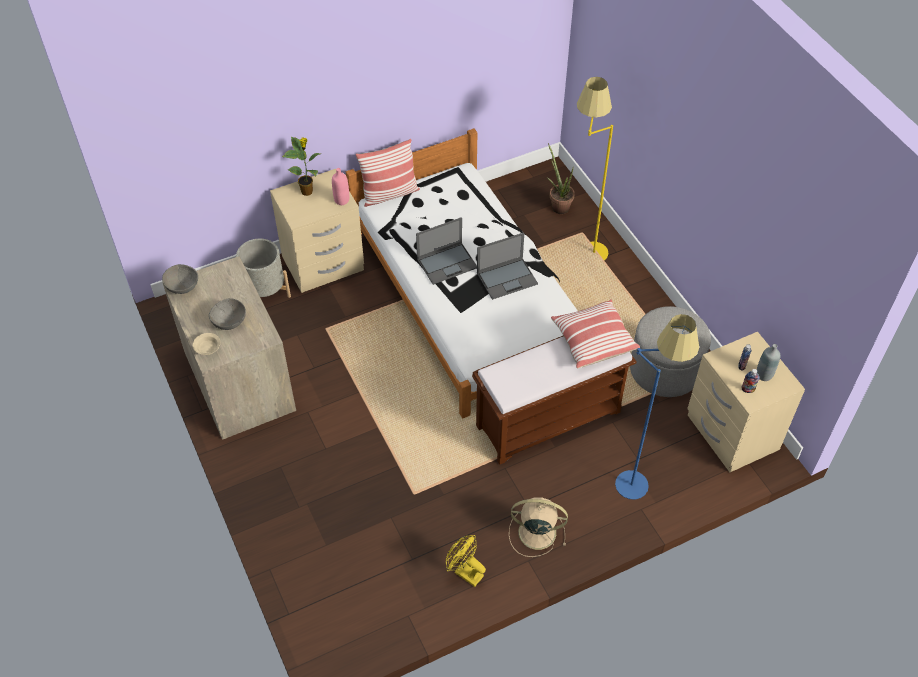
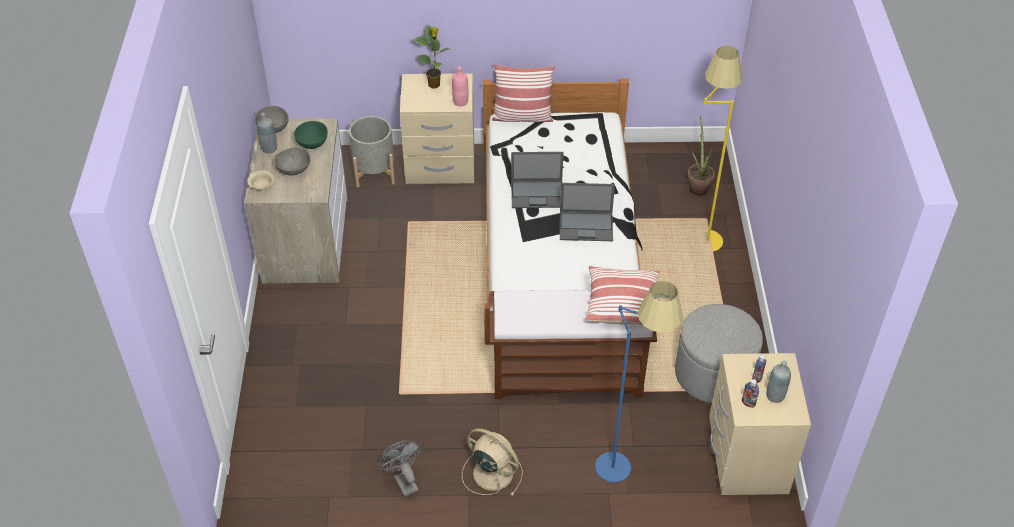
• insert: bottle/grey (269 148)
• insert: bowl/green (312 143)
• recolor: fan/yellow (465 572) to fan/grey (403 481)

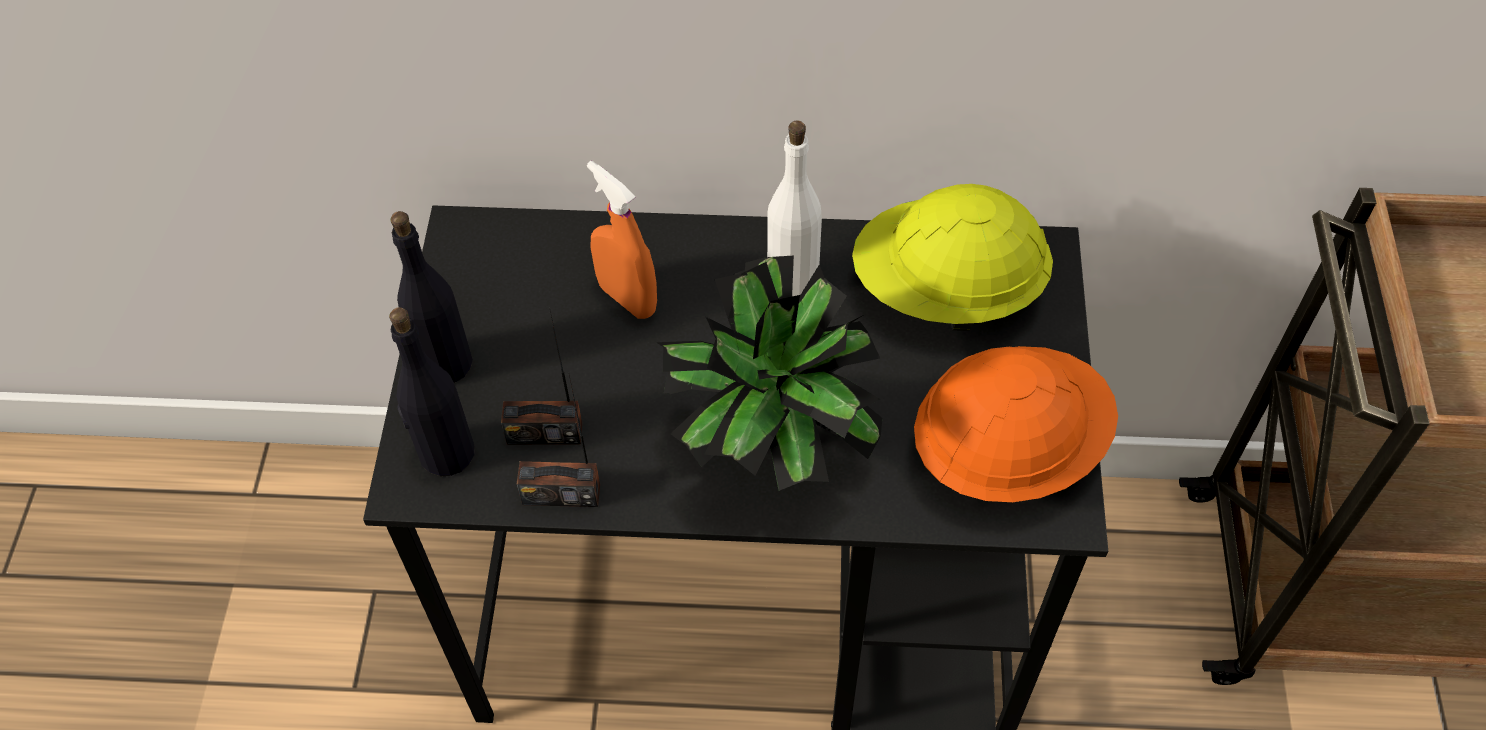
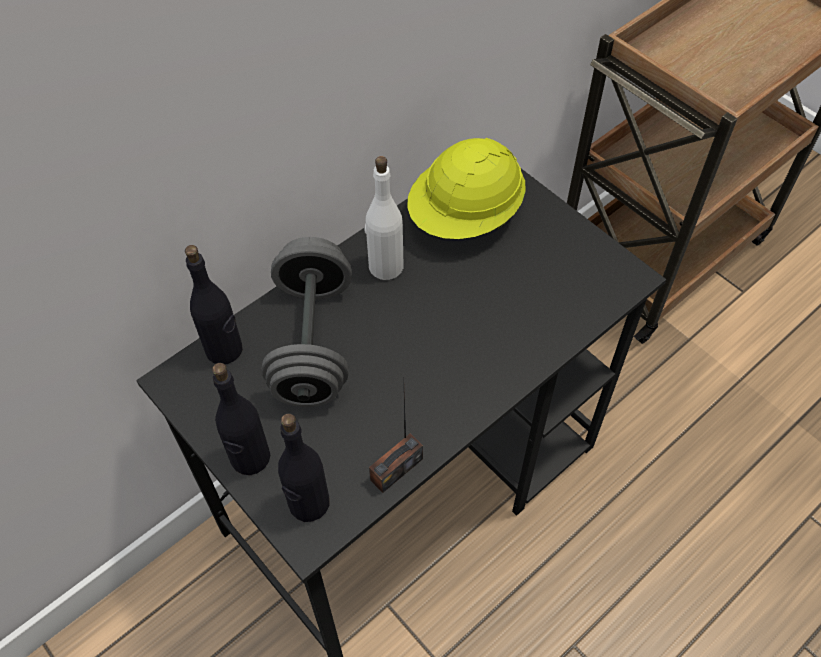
• delete: radio (544 433)
• delete: potted plant (771 453)
• delete: hard hat/orange (1007 449)
• insert: bottle/black (224 350)
• replace: spray bottle/orange (627 299) to dumbbell/grey (312 342)

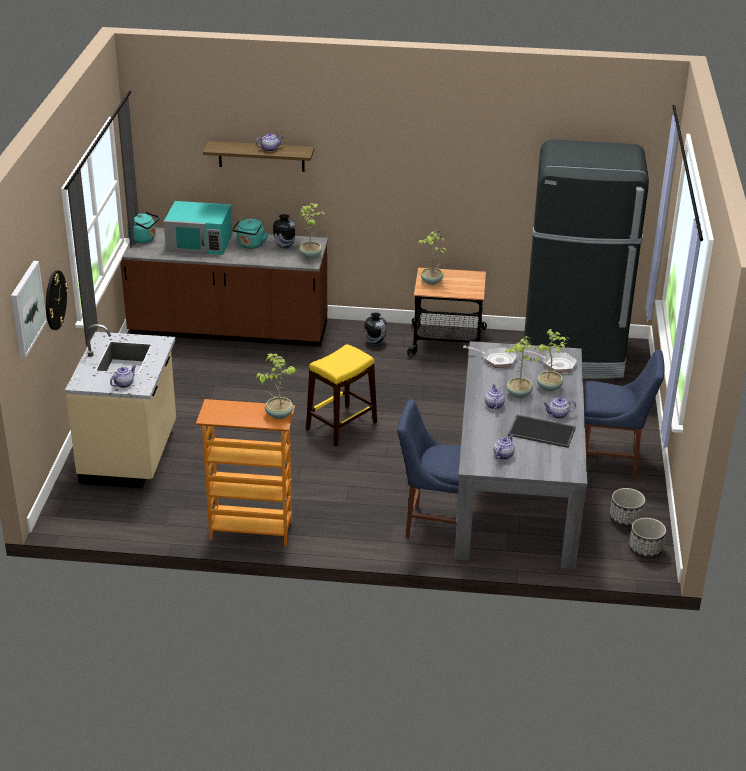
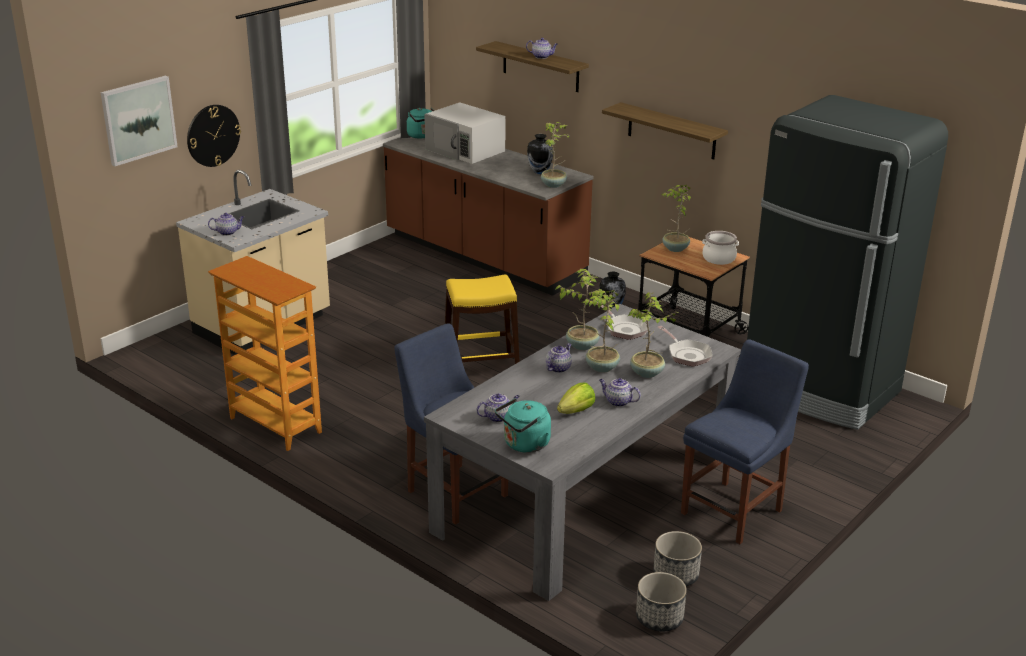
• insert: shelf (671 131)
• insert: cooking pot (719 259)
• move: kettle/turquoise (250 245) to (524 445)
• move: potted plant (278 414) to (581 345)
• replace: tray (542 431) to lettuce (576 411)
• recolor: microwave/turquoise (200 243) to microwave/white (465 150)
• rotate: chair/blue (612 462) = (735 510) 90 degrees counterclockwise

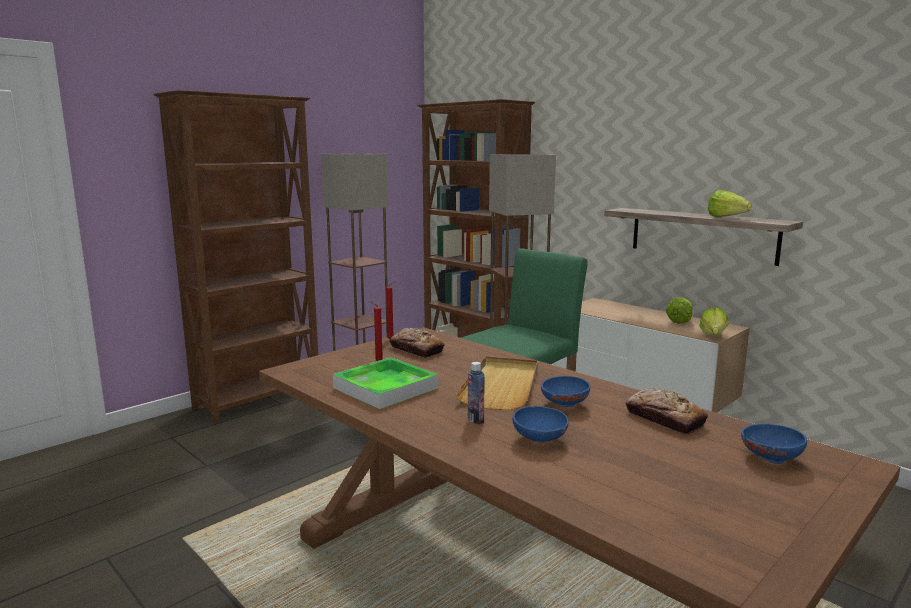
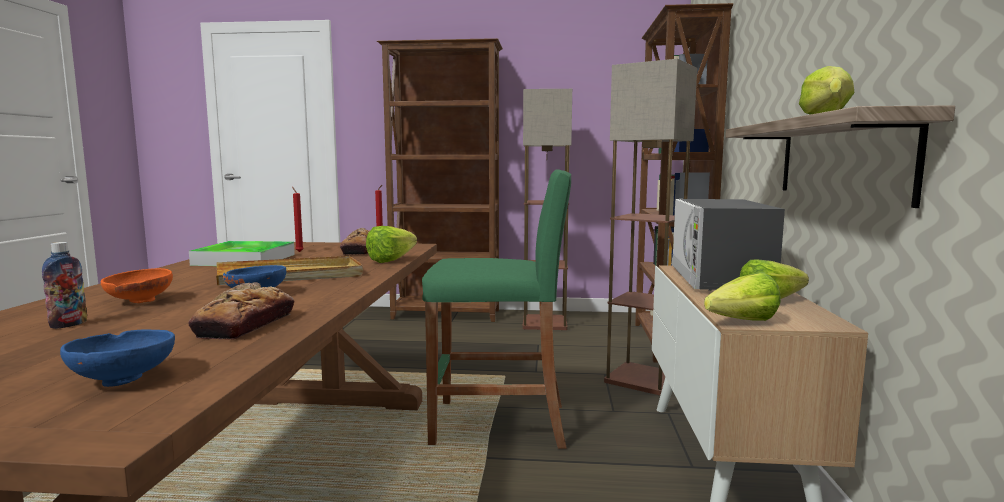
• insert: lettuce (396 260)
• insert: microwave (719 279)
• move: bottle (475 420) to (68 324)
• recolor: bowl/blue (539 440) to bowl/orange (138 301)

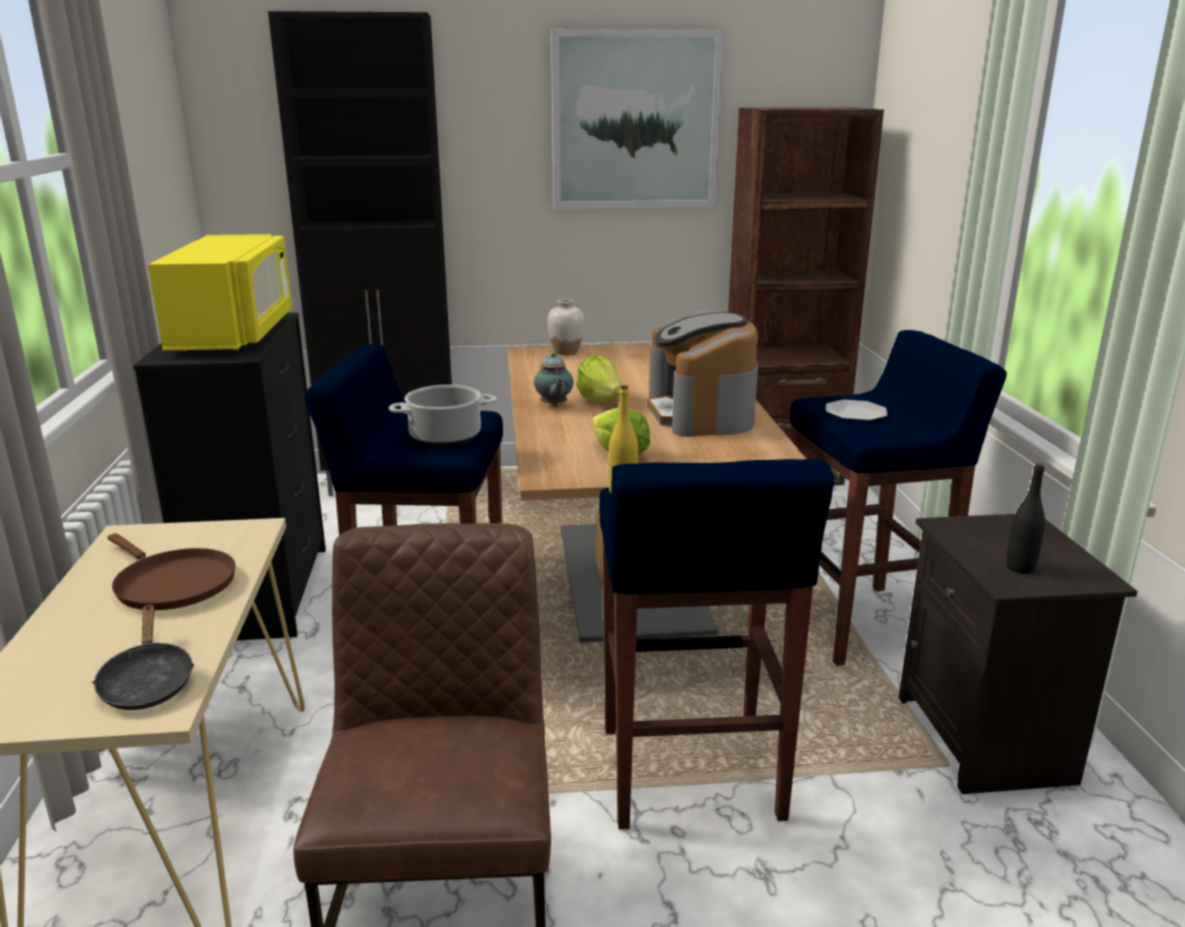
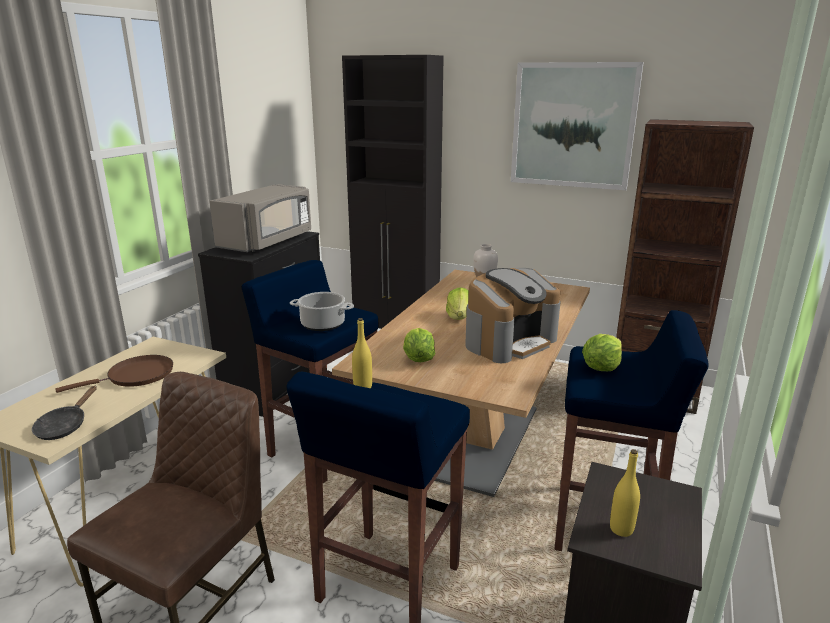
• delete: teapot (554 406)
• replace: plate (855 413) to lettuce (601 367)
• recolor: microwave/yellow (234 334) to microwave/grey (268 242)
• recolor: bottle/black (1020 568) to bottle/yellow (621 529)
• rotate: frying pan/brown (171 583) = (136 376) 105 degrees counterclockwise
• rotate: coffee machine (701 414) = (509 341) 150 degrees counterclockwise

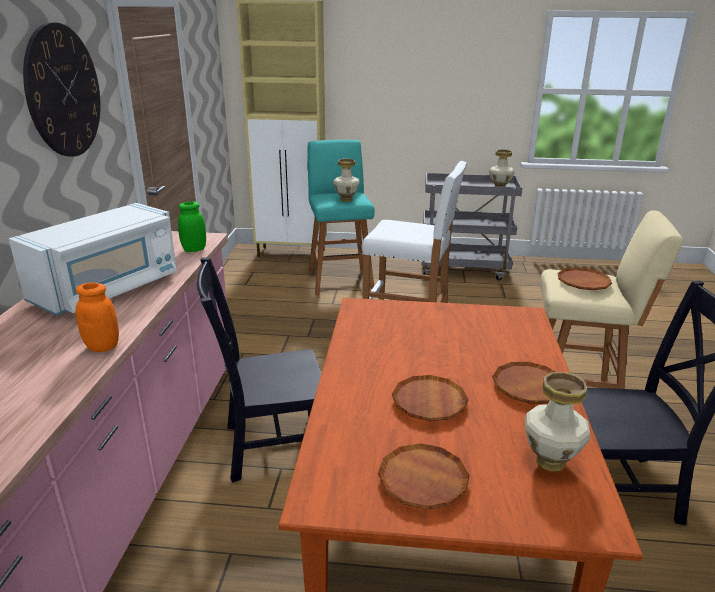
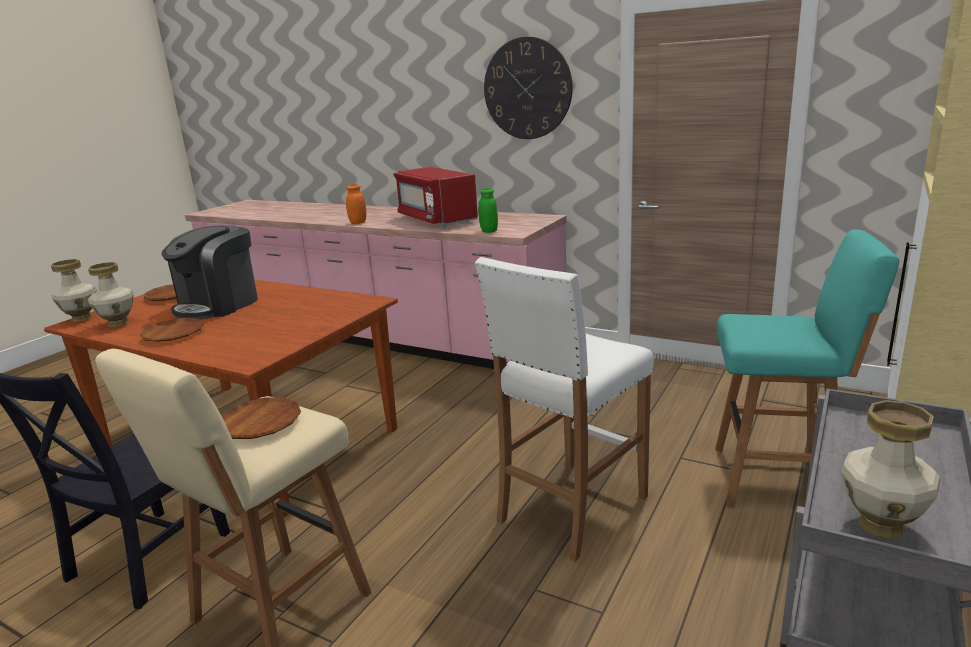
• delete: chair/black (270 446)
• move: vase (346 199) to (81 318)
• replace: plate/brown (429 402) to coffee machine (218 305)
• recolor: microwave/white (108 289) to microwave/red (436 219)

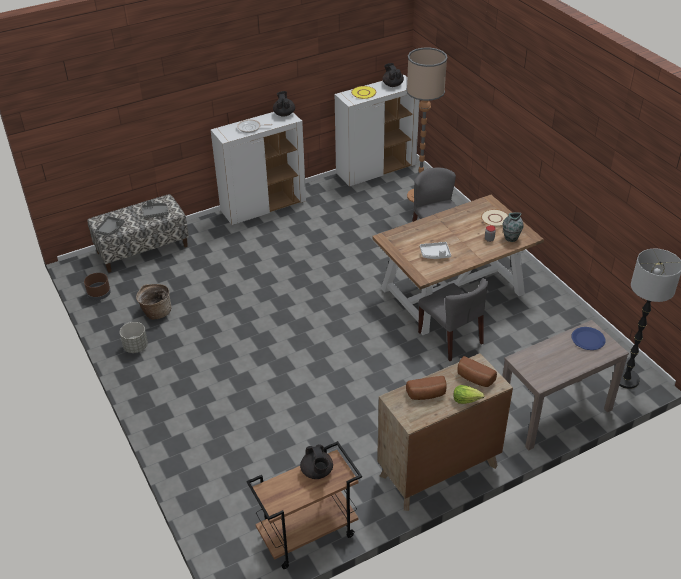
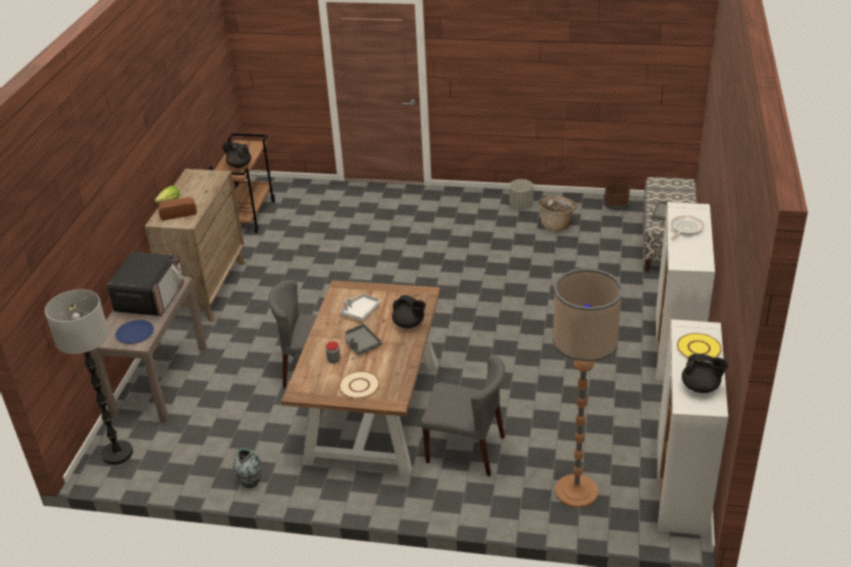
• delete: bread (427 395)
• insert: microwave (150 298)
• move: tray/grey (110 229) to (361 344)
• move: teapot/black (284 114) to (409 324)
• move: vase (510 238) to (250 481)

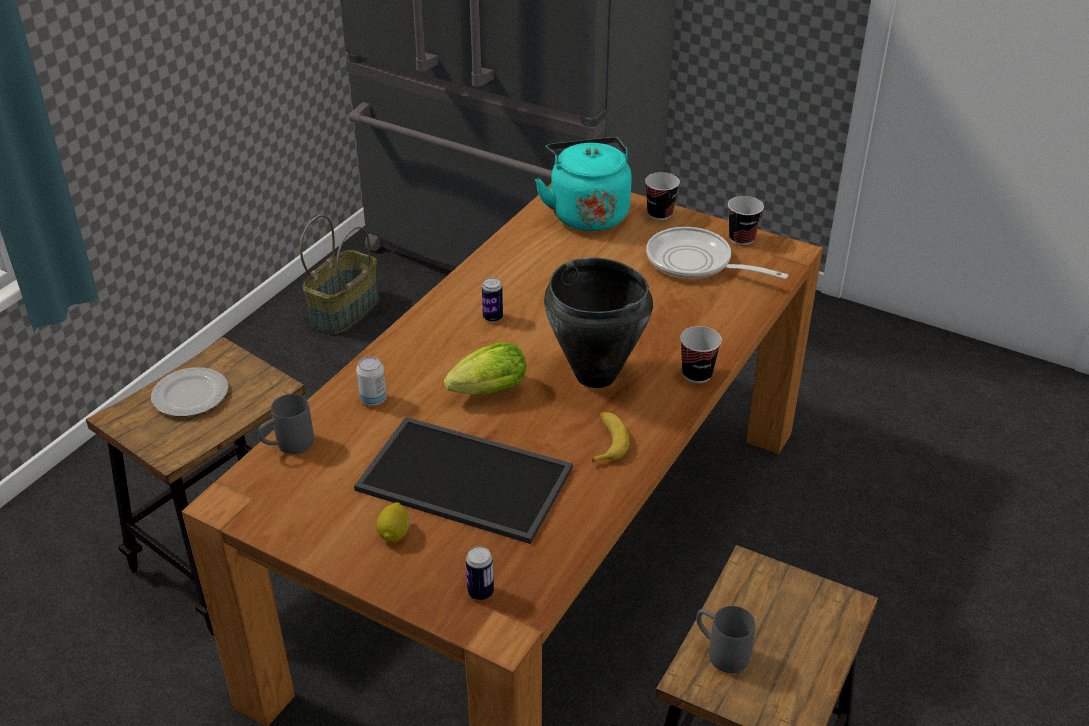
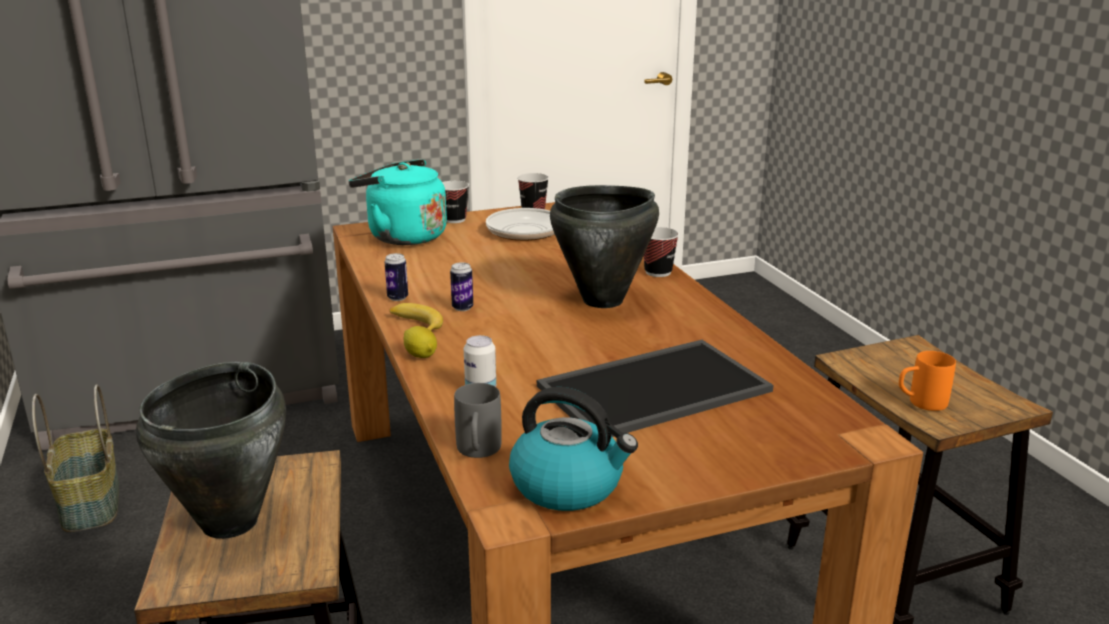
• delete: lettuce (485 392)
• insert: kettle (568 485)
• move: lemon (394 533) to (420 355)
• move: can (480 592) to (397 298)
• move: banana (607 441) to (415 324)
• replace: plate (191 396) to cooking pot/black (231 522)
• recolor: mug/grey (720 652) to mug/orange (920 403)

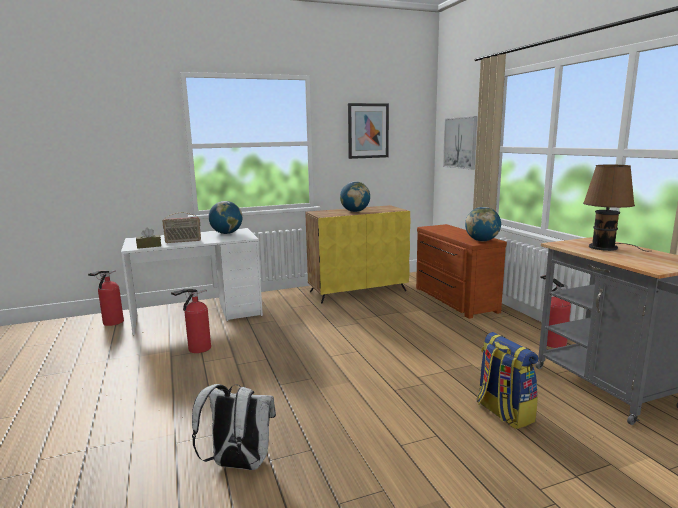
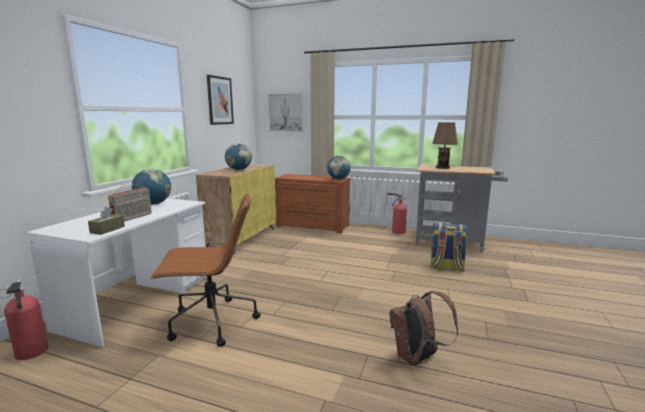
• replace: fire extinguisher (197 349) to office chair/brown (211 322)
• recolor: backpack/white (238 464) to backpack/brown (417 358)

